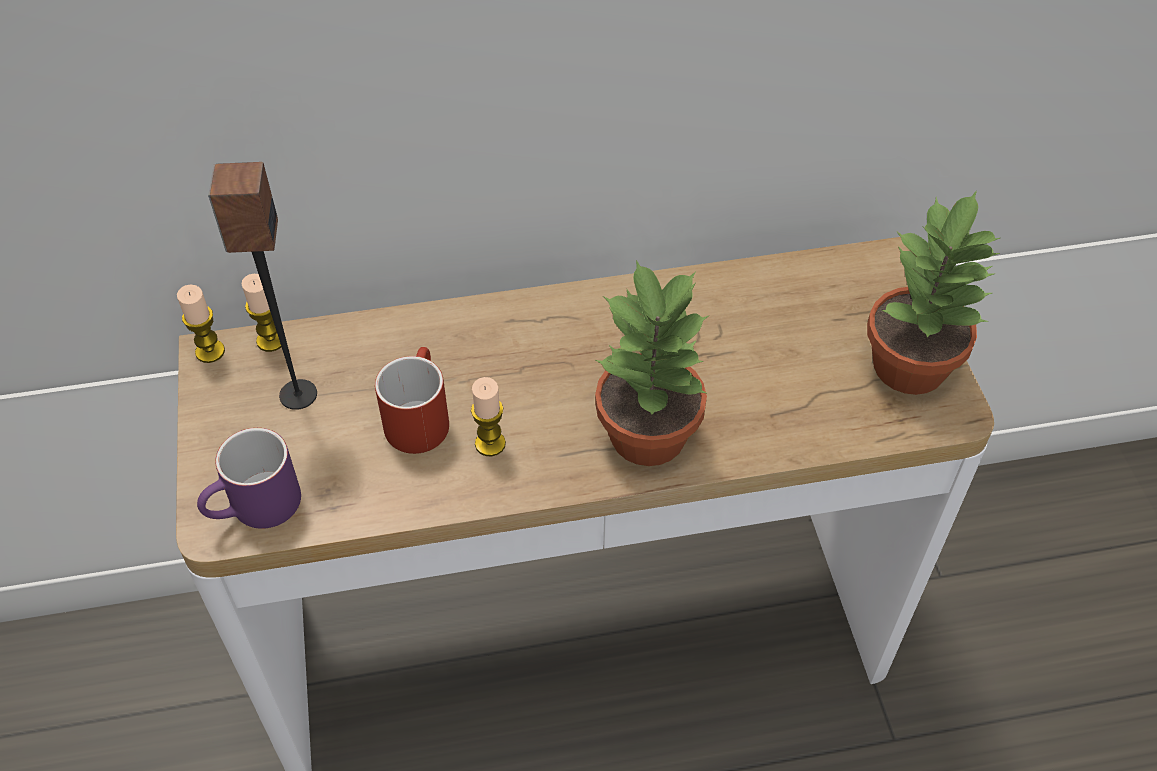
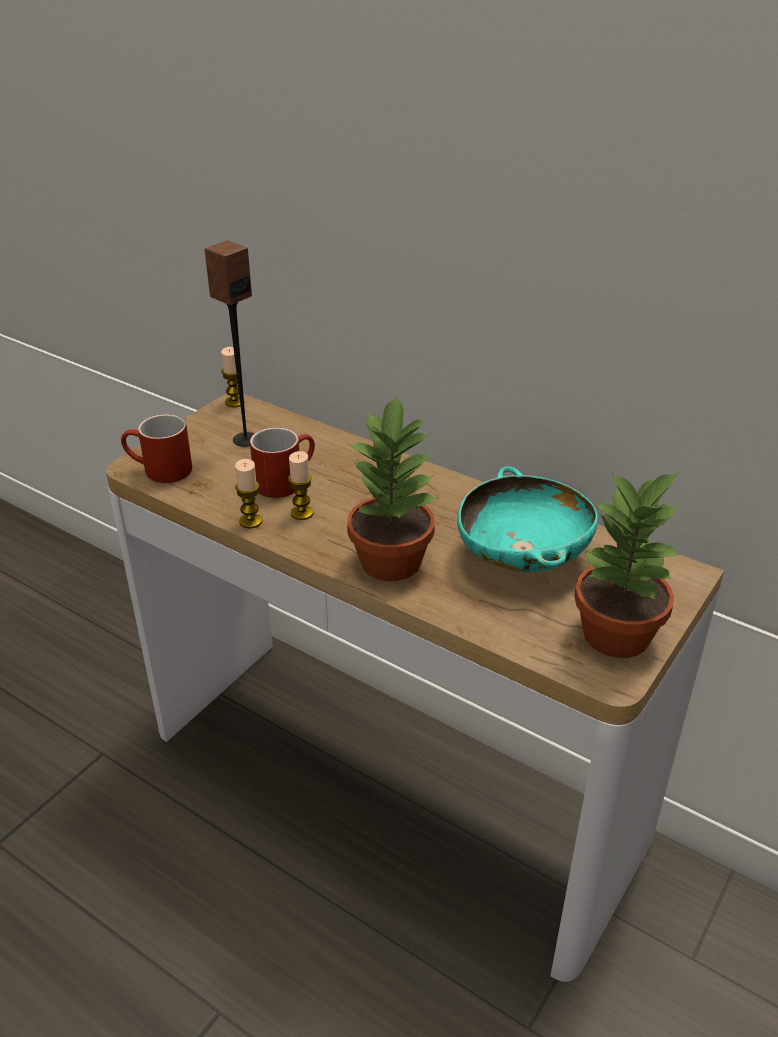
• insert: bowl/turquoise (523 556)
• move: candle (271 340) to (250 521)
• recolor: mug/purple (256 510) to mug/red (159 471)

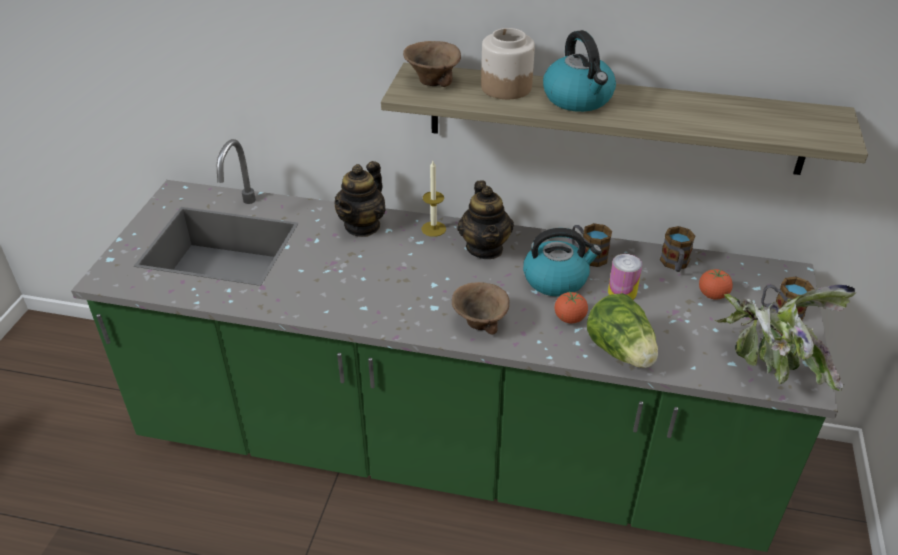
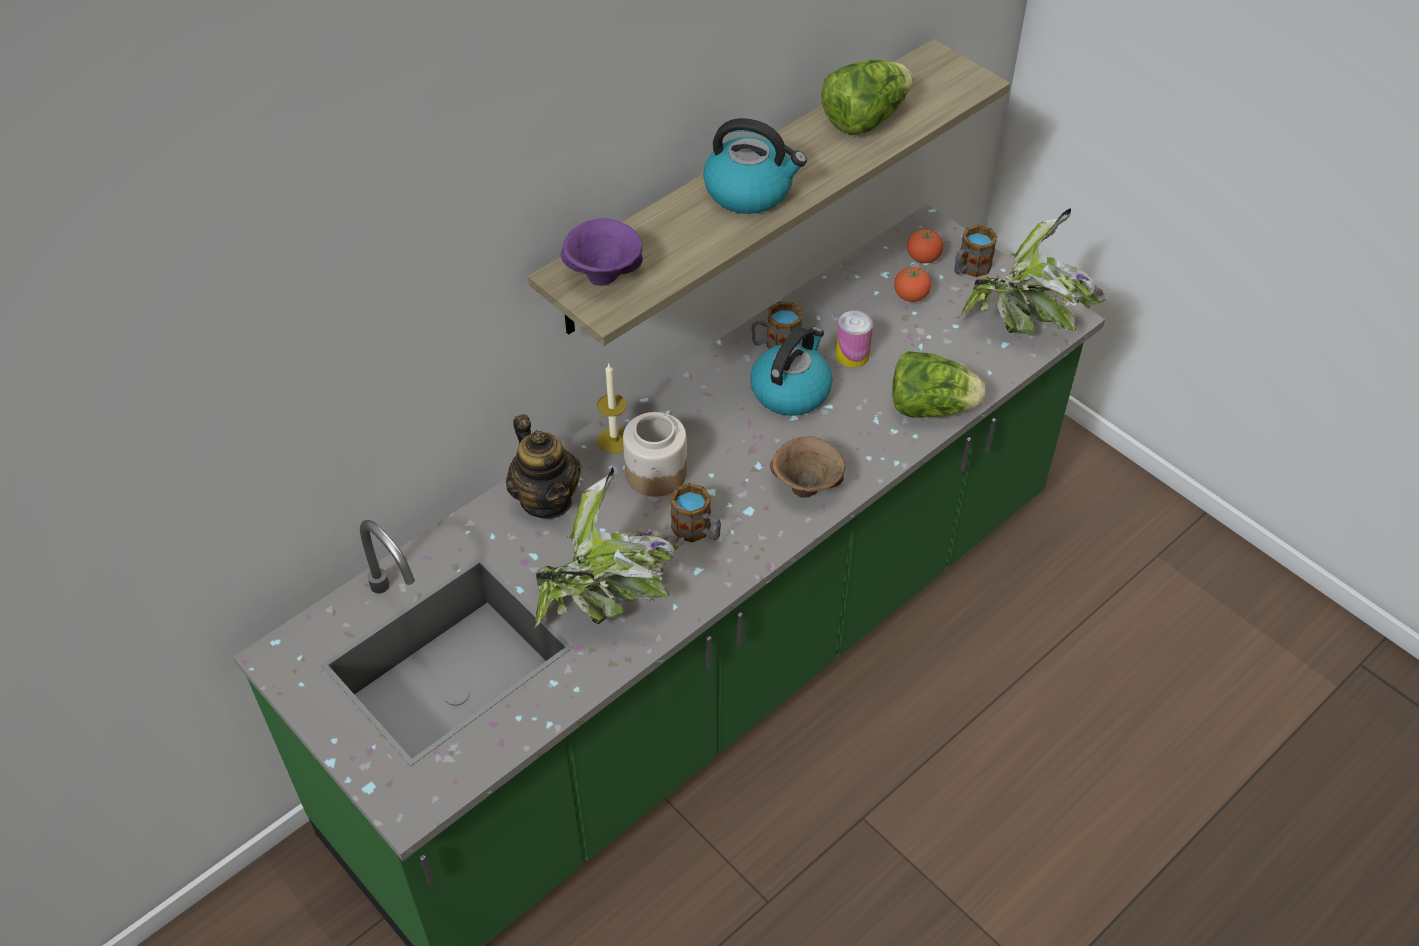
• delete: teapot (485 248)
• insert: potted plant (608 601)
• insert: lettuce (864 119)
• move: jar (506 87) to (655 473)
• move: tomato (569 318) to (923 258)
• move: mug (675 265) to (697 531)
• recolor: bowl/brown (431 82) to bowl/purple (602 277)

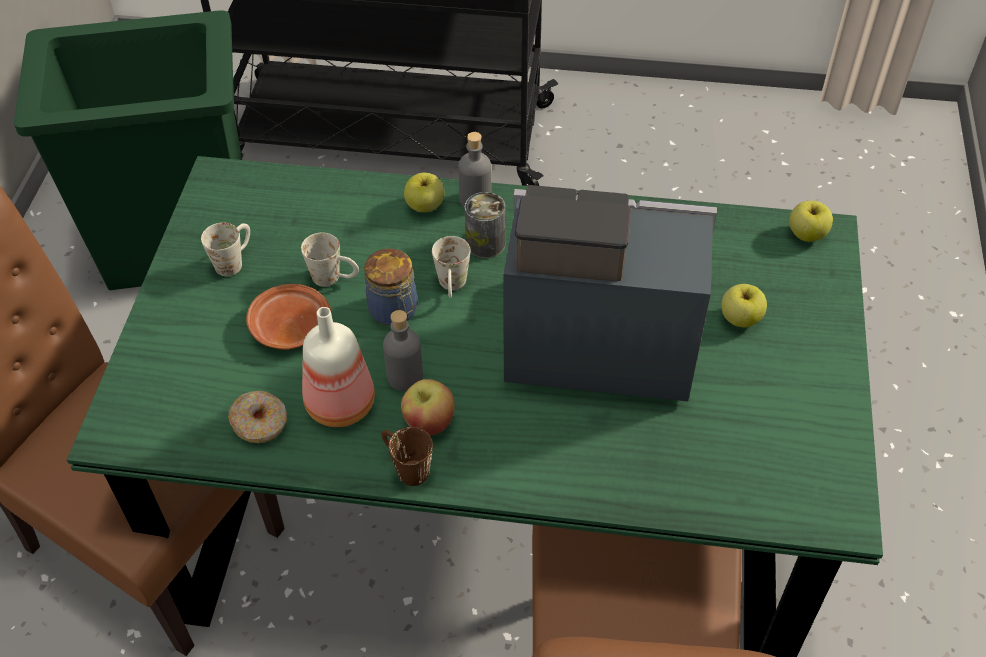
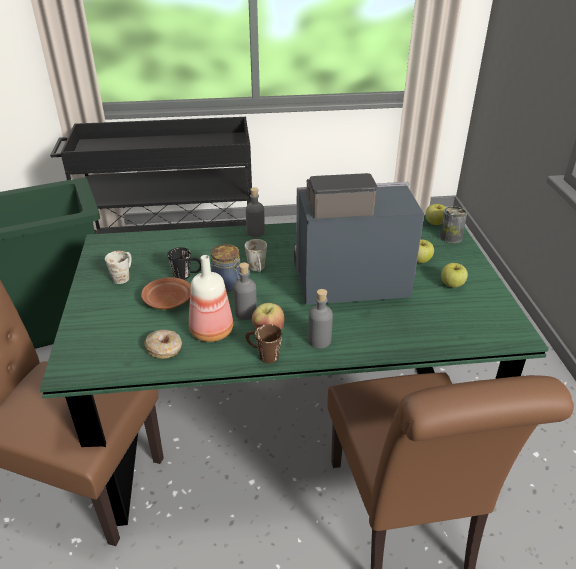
• insert: bottle/grey (319 341)
• move: apple (425 206) to (452 285)
• move: can (485 243) to (450 237)
• recolor: mug/white (334 278) to mug/black (187 275)

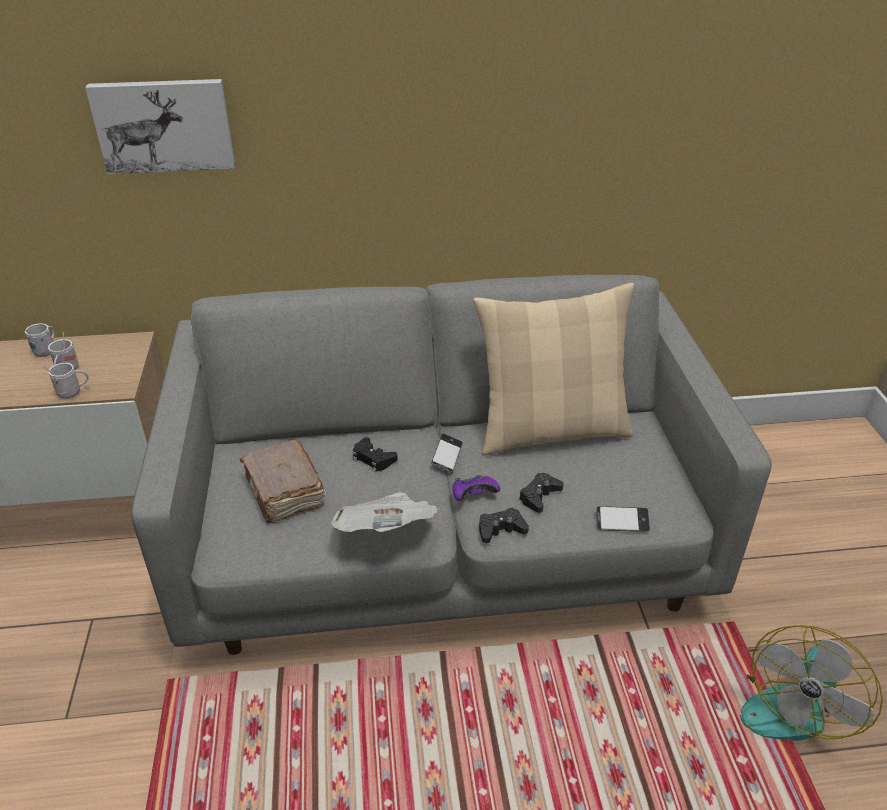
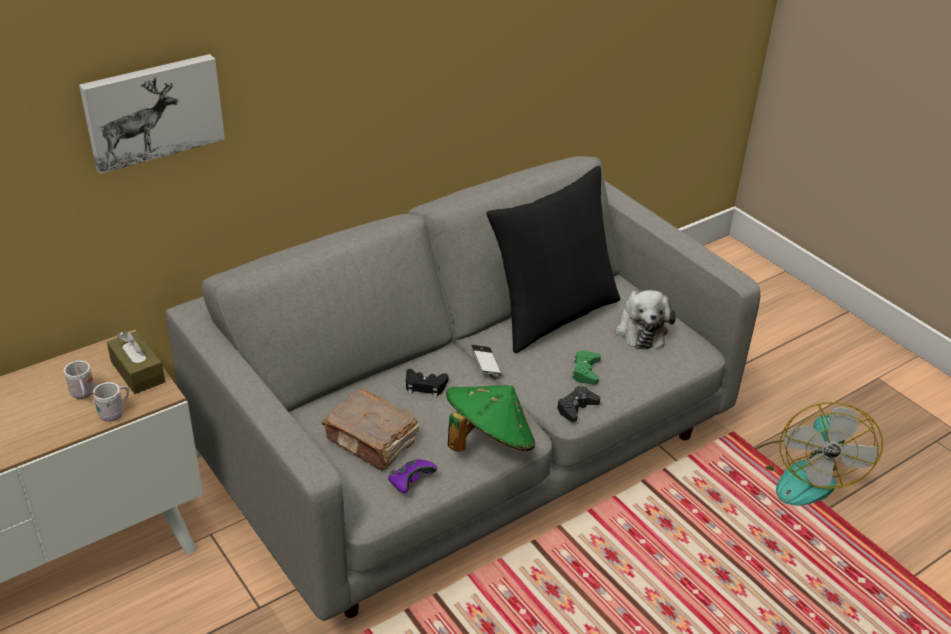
• delete: mug/white (47 351)
• delete: phone (622 522)
• insert: tissue box/brown (138 372)
• insert: plush toy (640 329)
• move: game controller/purple (473 496) to (410 483)
• replace: newspaper (386 532) to hat/green (488 442)
• recolor: pillow/beige (551 431) to pillow/black (554 315)
• recolor: game controller/black (539 496) to game controller/green (585 371)

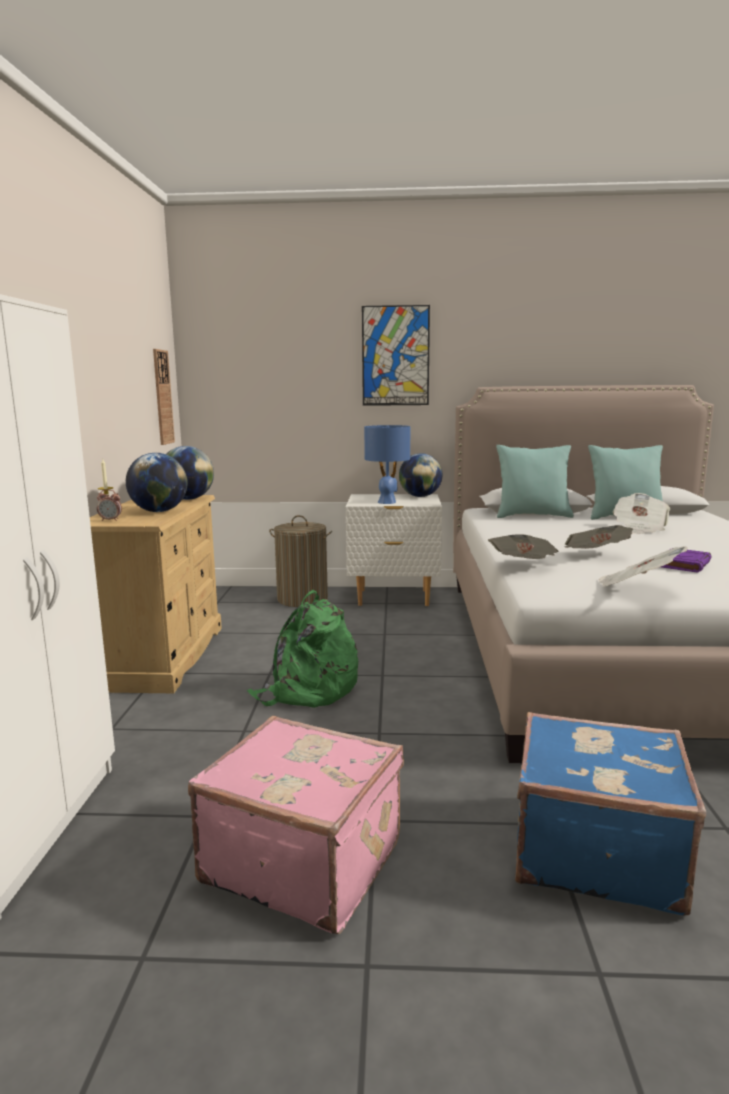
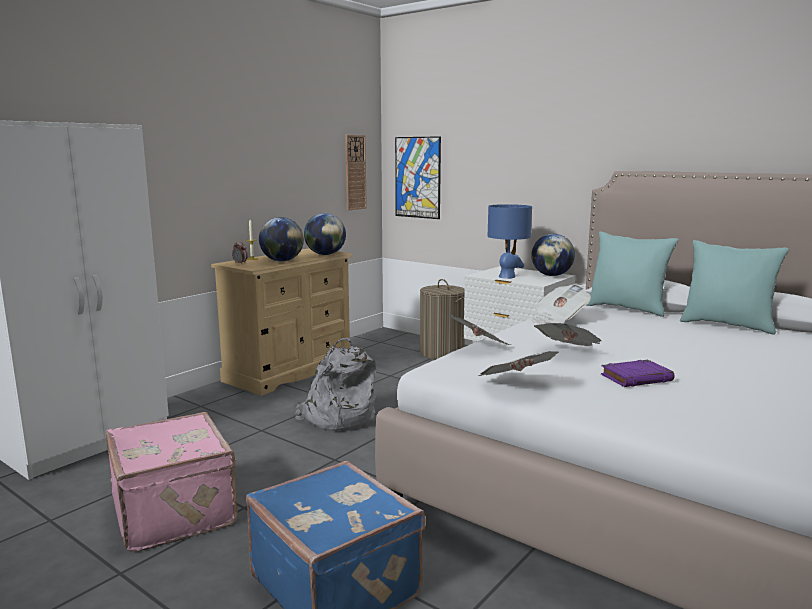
• move: picture (395 356) to (417 177)
• move: newspaper (639 529) to (558 320)
• recolor: backpack/green (308 690) to backpack/grey (338 418)

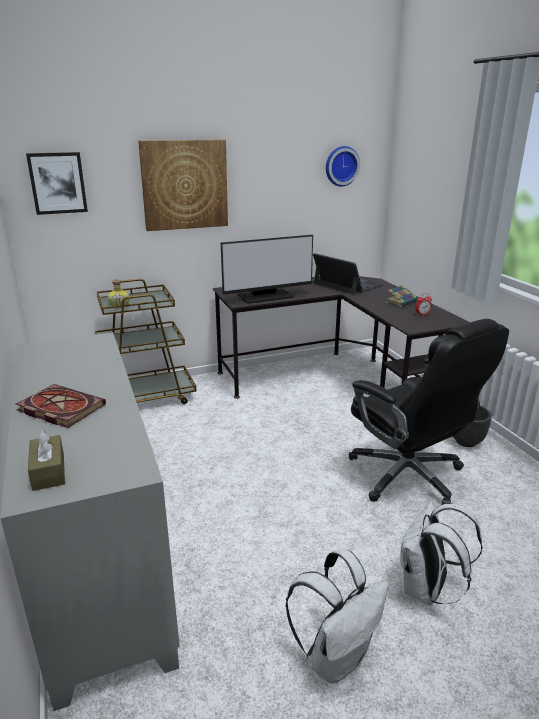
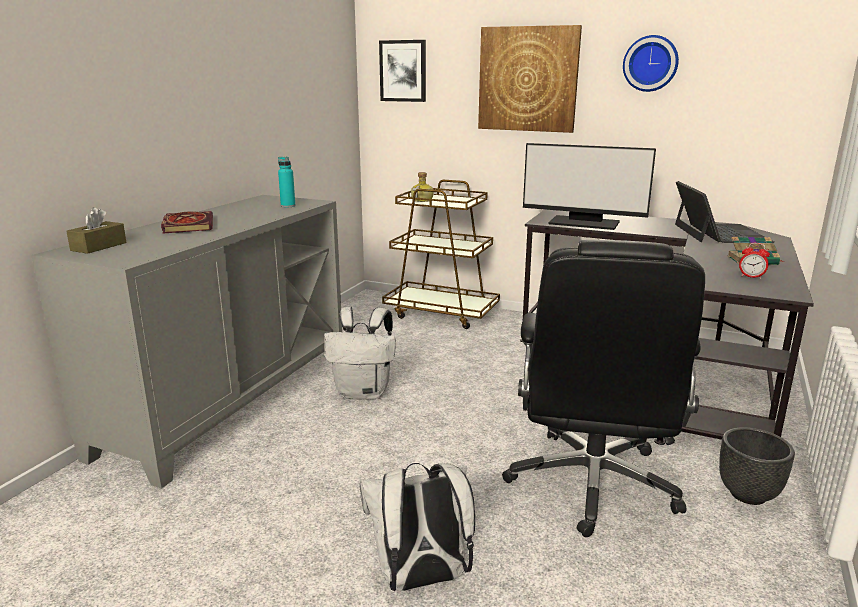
• insert: bottle/turquoise (288 206)
• move: backpack/white (336 656) to (364 392)
• move: wall clock (341 166) to (650 63)

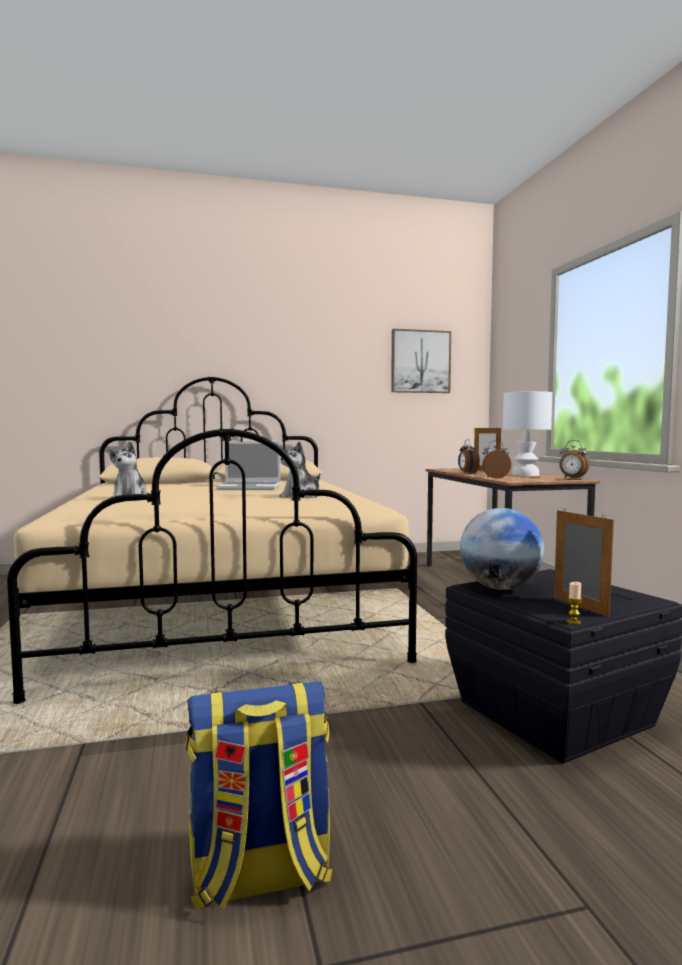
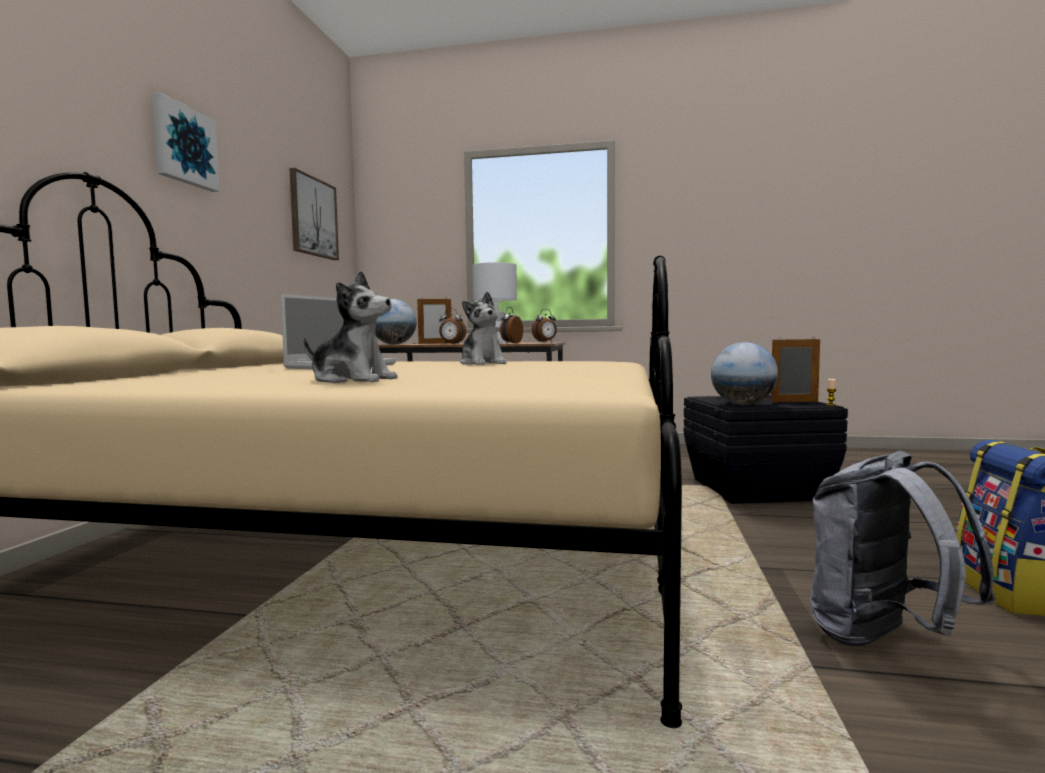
• insert: picture (184 145)
• insert: globe (394 344)
• insert: backpack/grey (882 639)

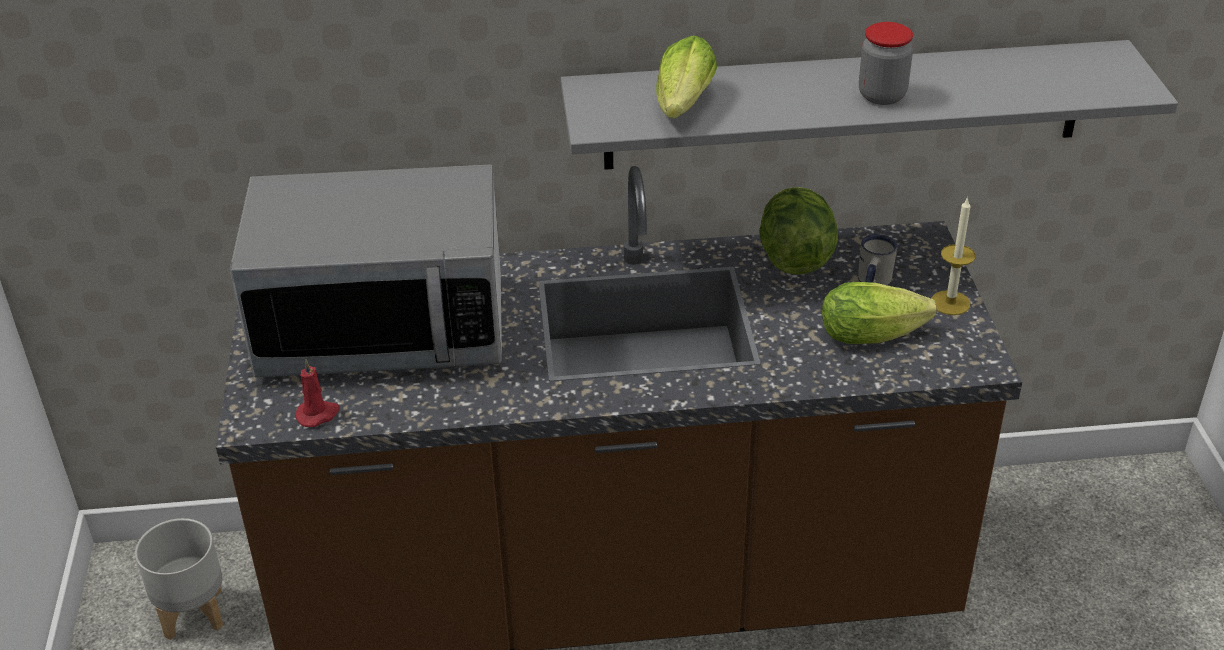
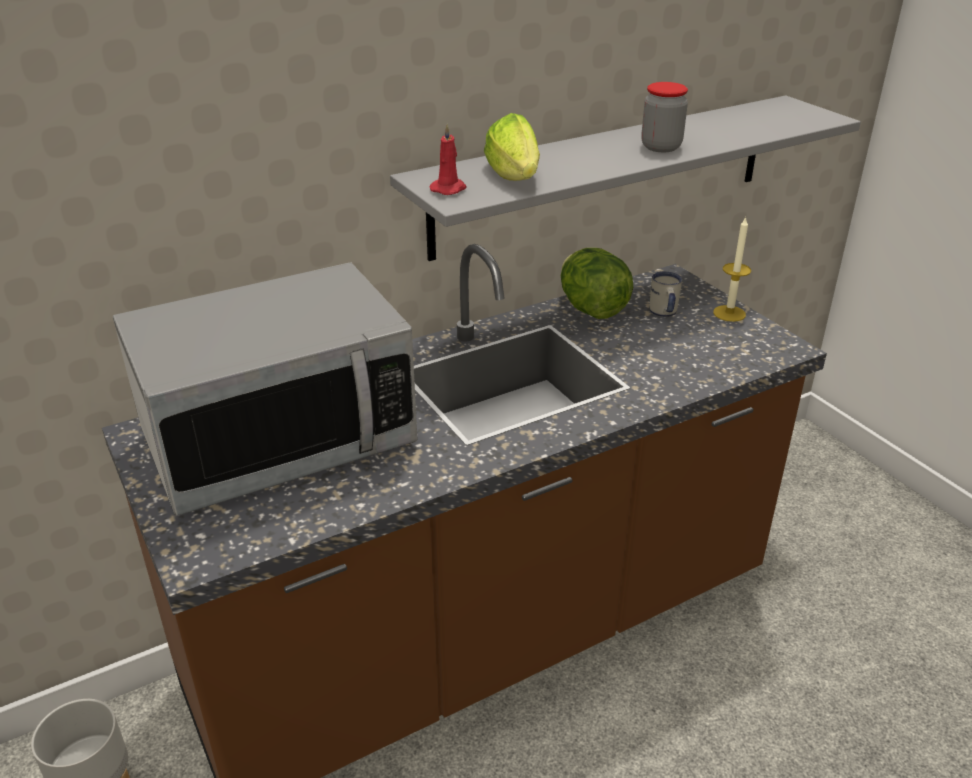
• delete: lettuce (877 334)
• move: candle/red (318 414) to (449 189)

